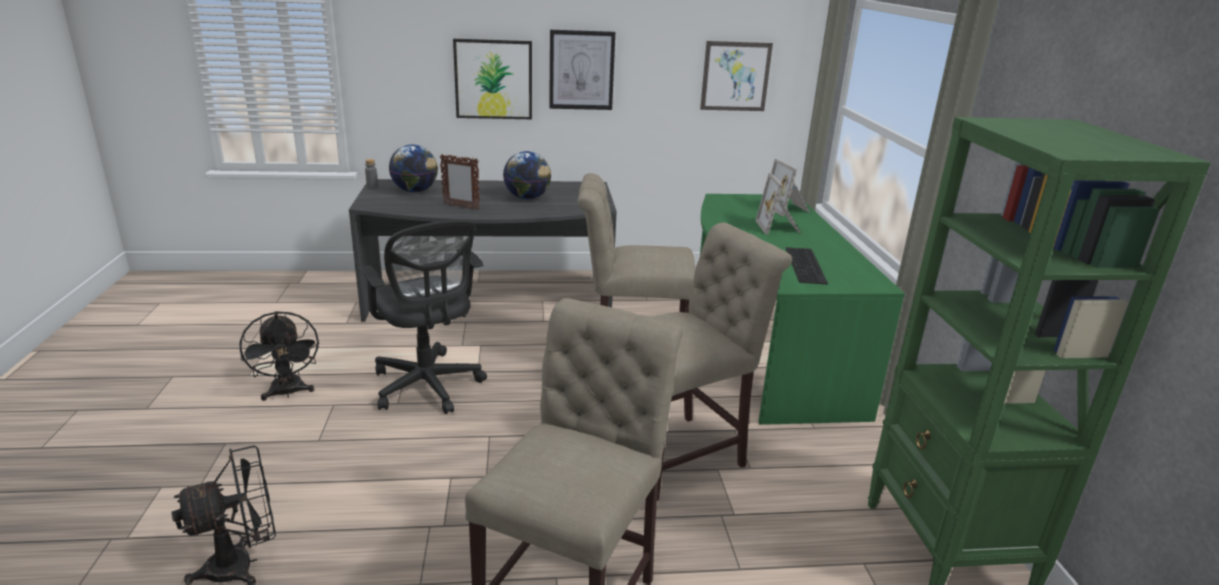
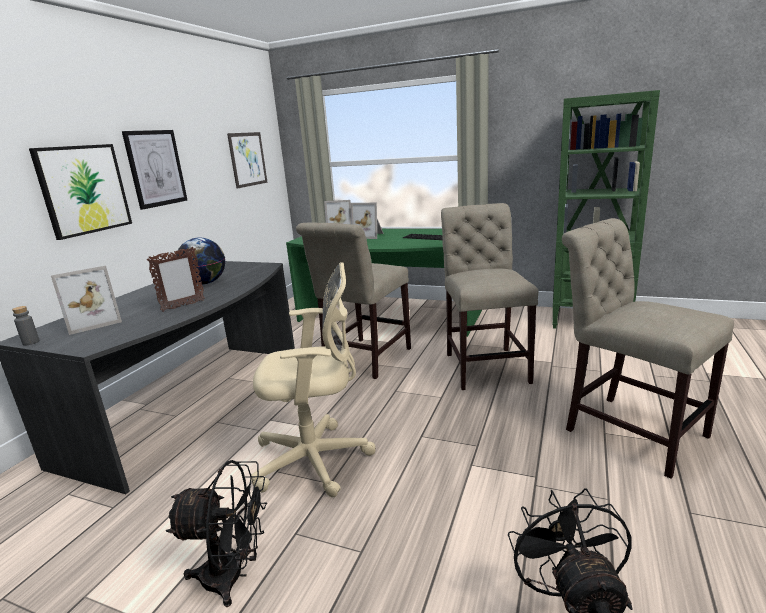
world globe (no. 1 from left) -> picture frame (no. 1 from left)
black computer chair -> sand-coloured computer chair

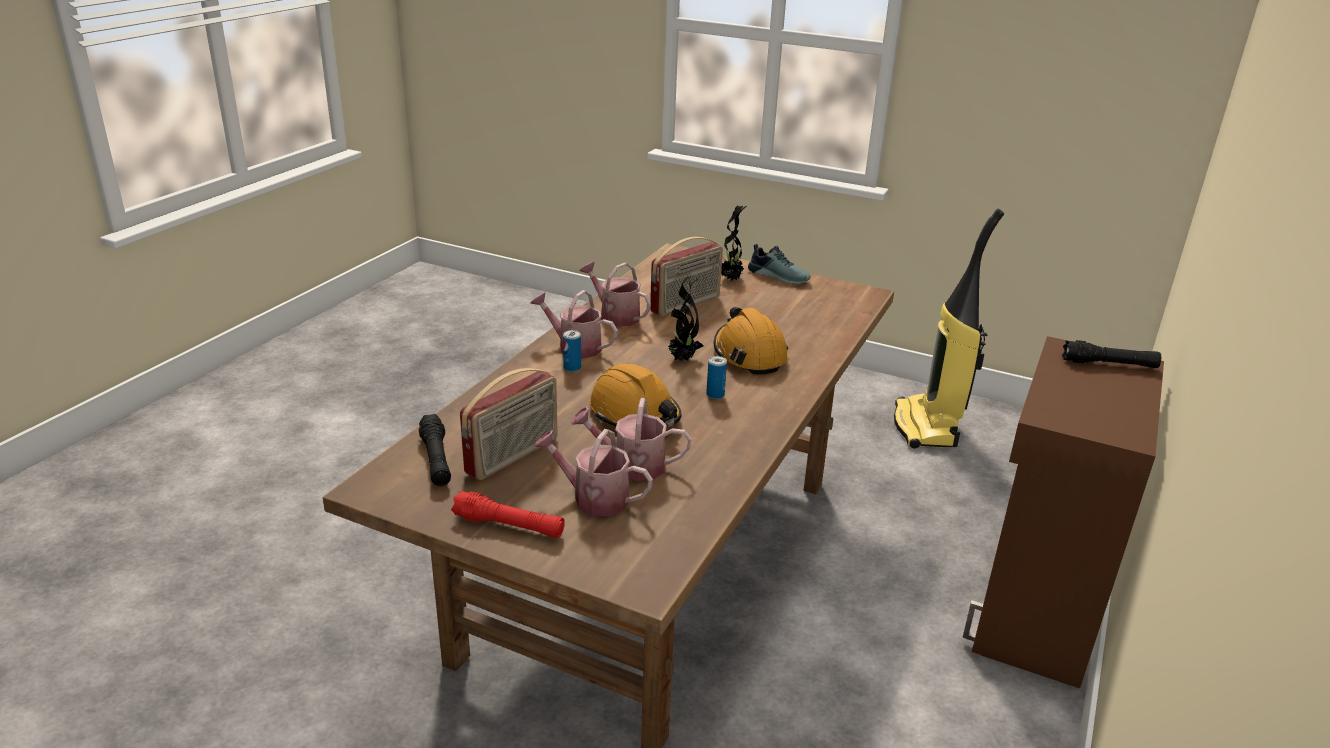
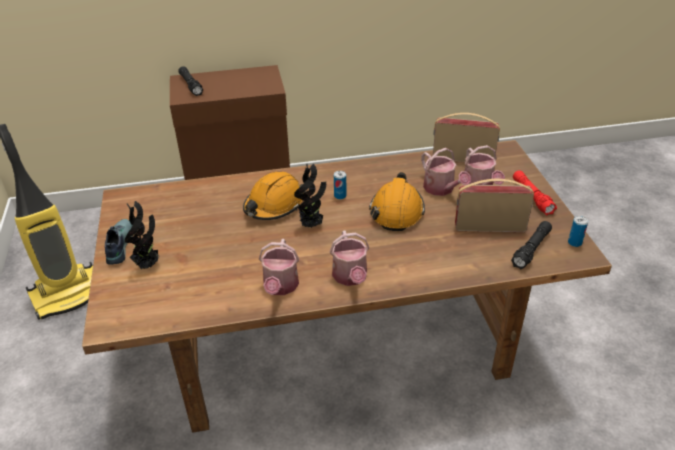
can (no. 1 from left in the first image) -> can (no. 2 from left), shifted
radio receiver (no. 2 from left in the first image) -> radio receiver (no. 1 from left), shifted

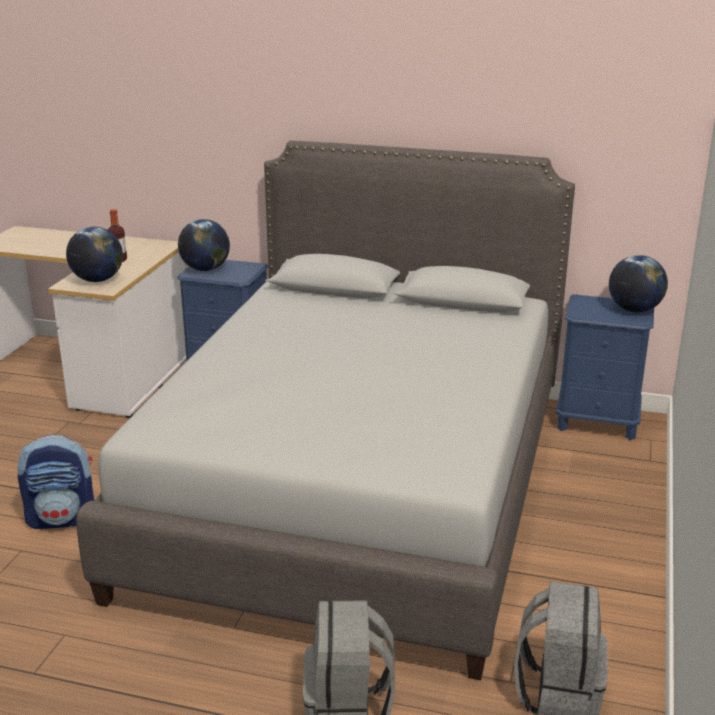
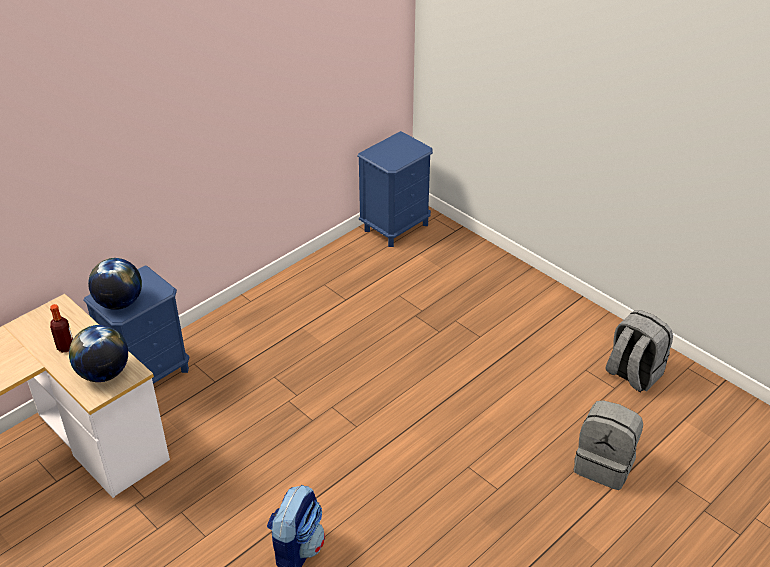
gray sleeping bed -> none
world globe (no. 3 from left) -> none

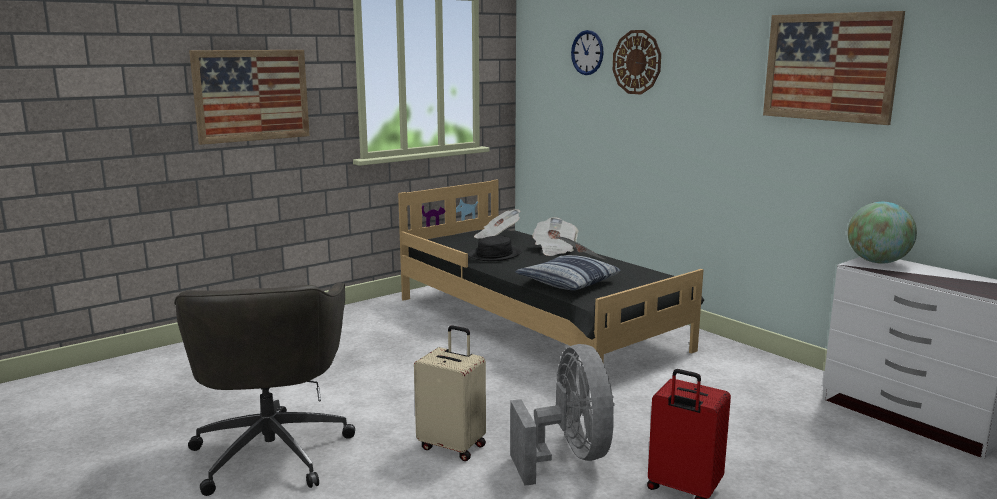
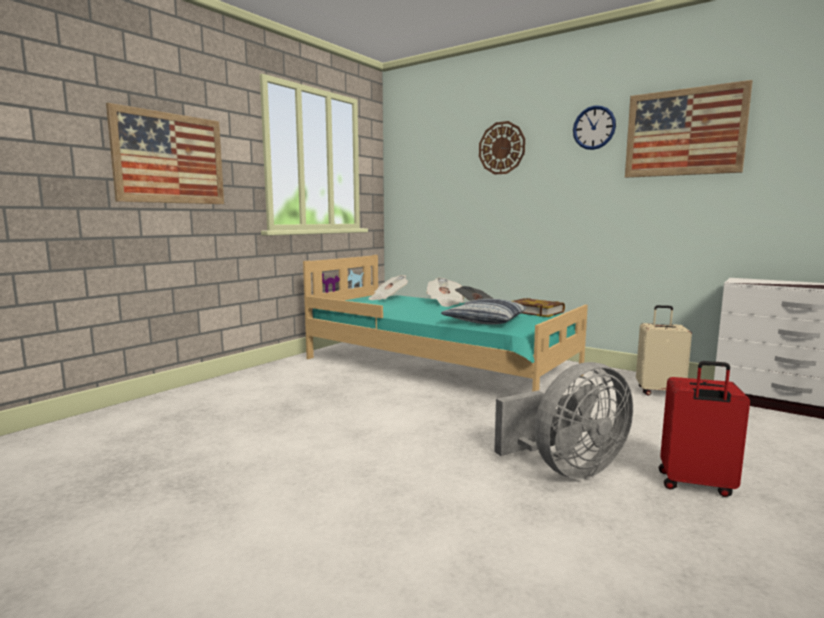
gray computer chair -> none
black wearable hat -> none
world globe -> none
none -> bound book
sand-coloured travel case, shifted
hanging clock (no. 1 from left in the first image) -> hanging clock (no. 2 from left), shifted
black sleeping bed -> blue-green sleeping bed
gray cooling fan, 90 degrees clockwise

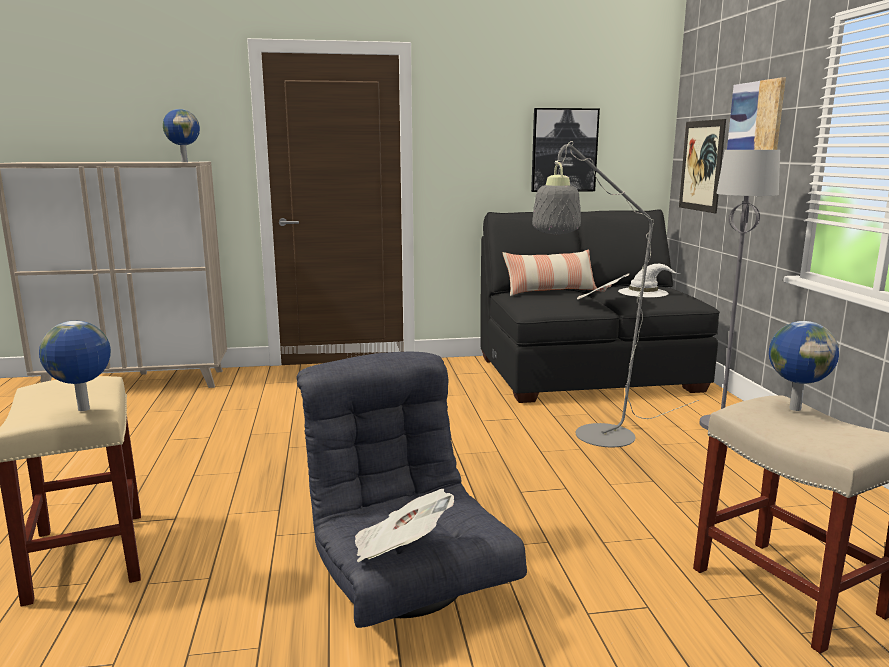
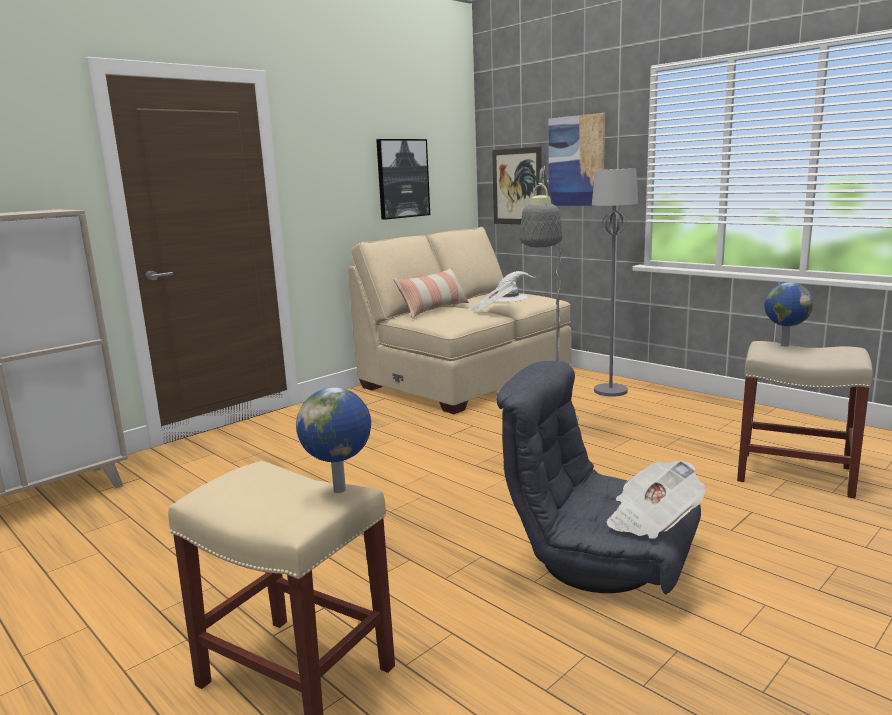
world globe (no. 2 from left) -> none
black sofa -> sand-coloured sofa

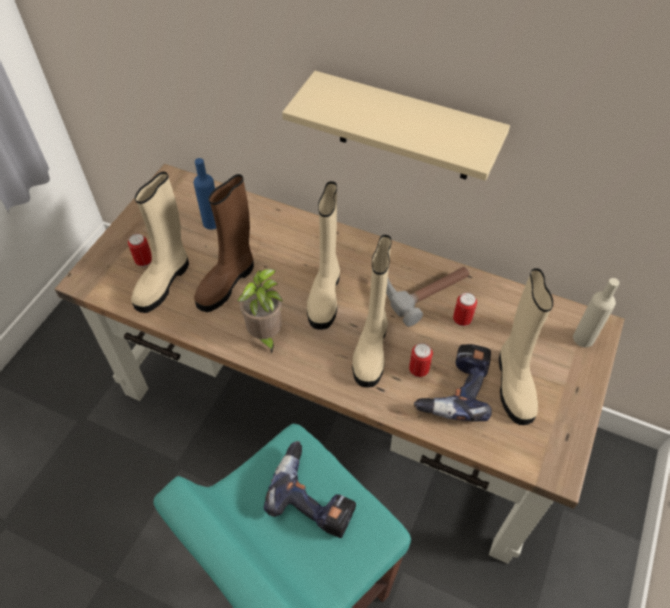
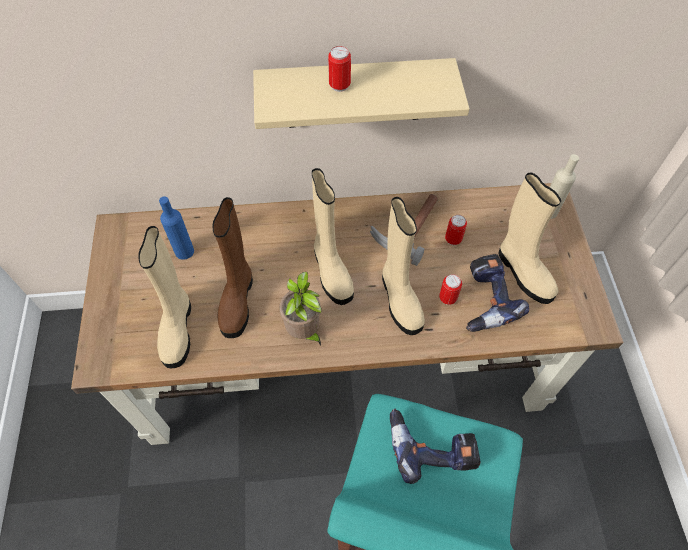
can (no. 1 from left), shifted

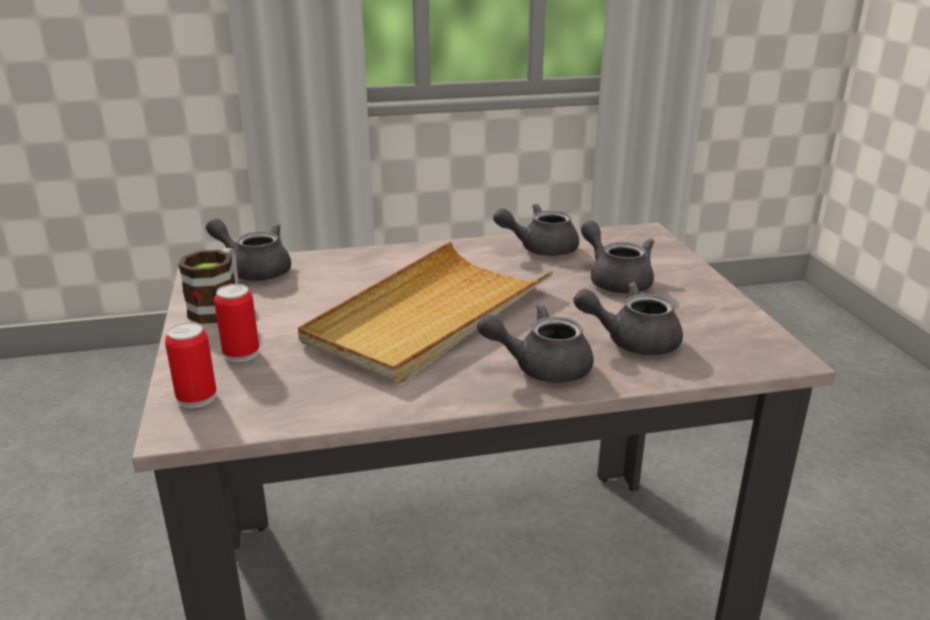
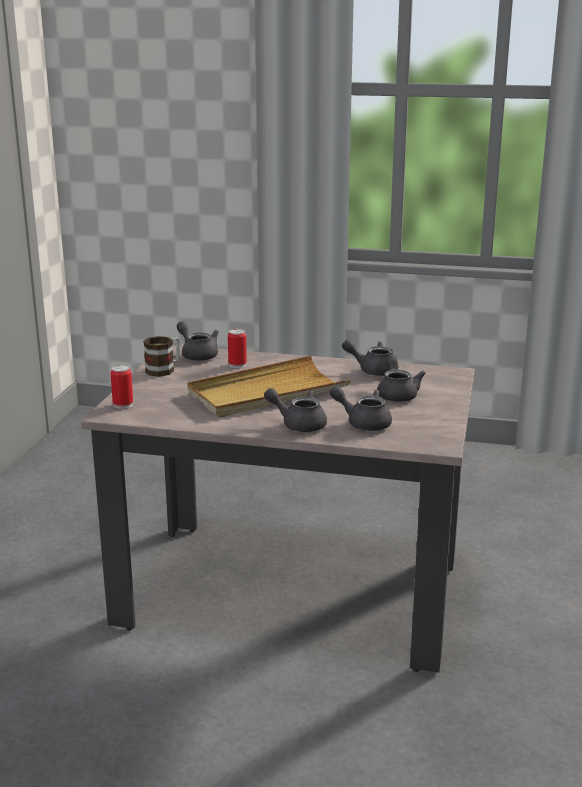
can (no. 2 from left), shifted

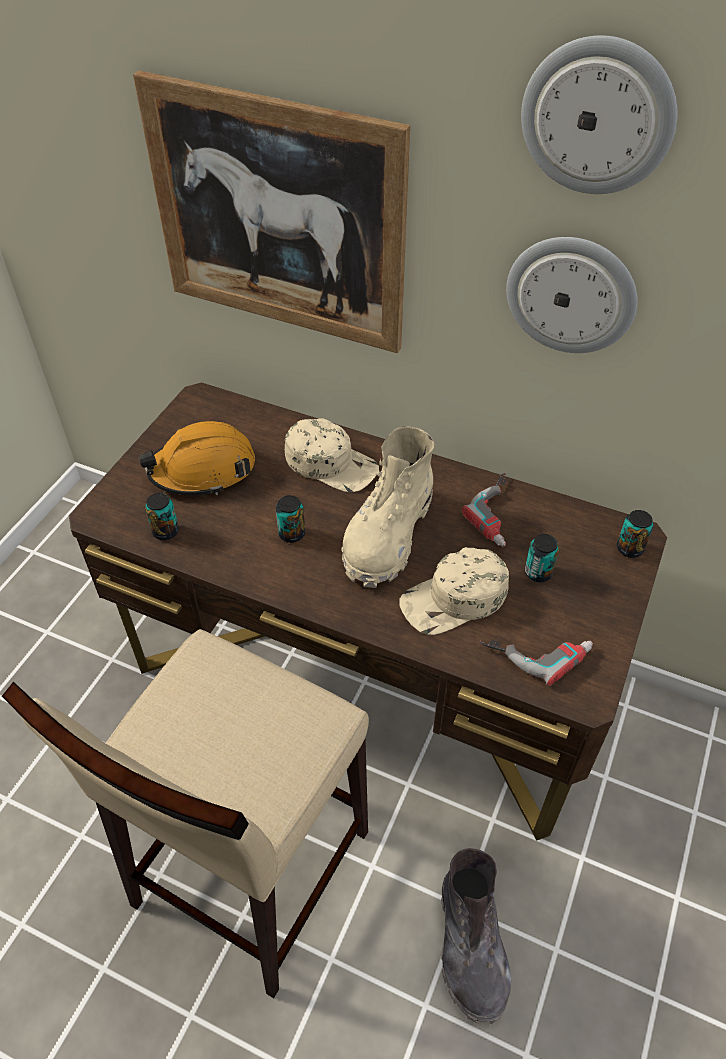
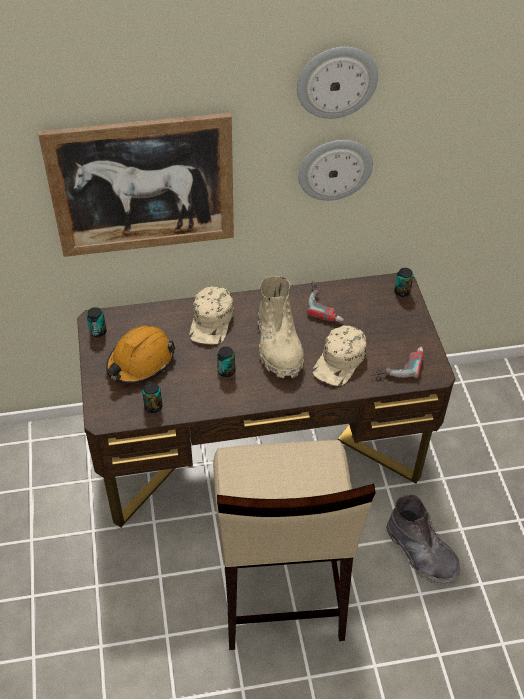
can (no. 3 from left in the first image) -> can (no. 1 from left), shifted
sand-coloured peaked cap (no. 1 from left), 105 degrees clockwise

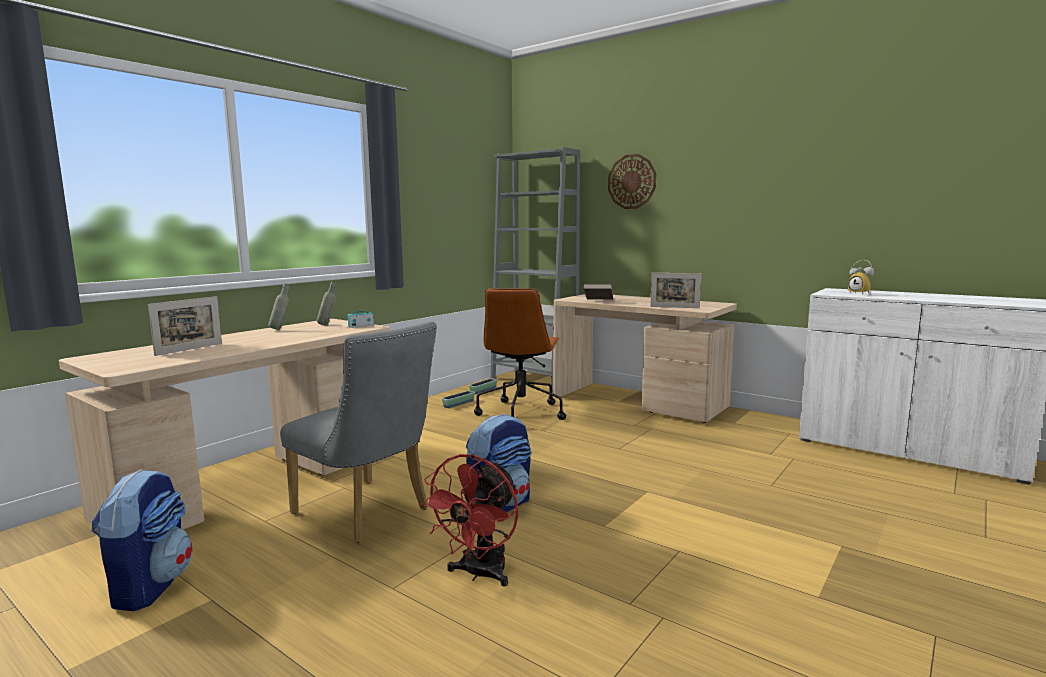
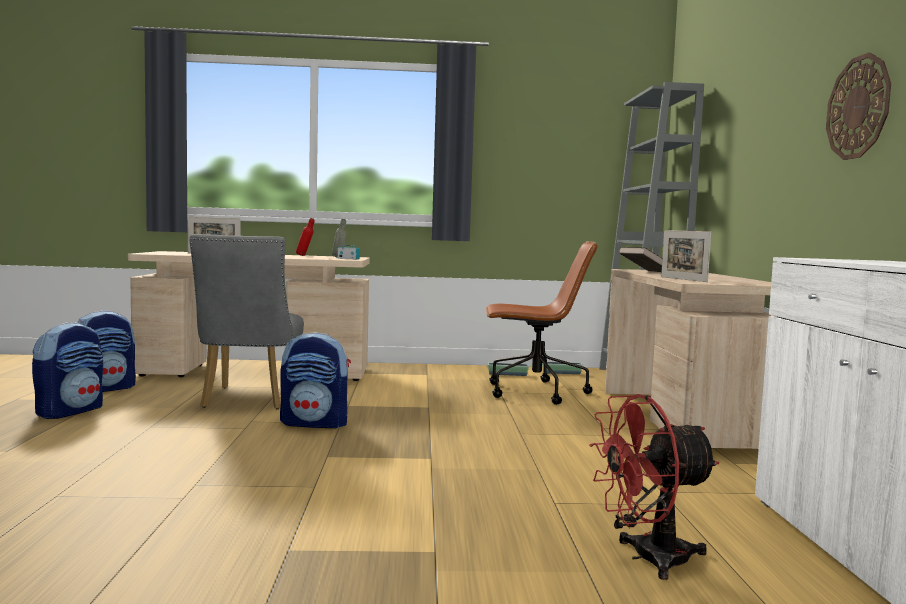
alarm clock -> none
none -> knapsack (no. 1 from left)
reddish cooling fan, shifted
hanging clock, shifted
gray drink bottle (no. 1 from left) -> reddish drink bottle
brownish computer chair, 150 degrees counterclockwise

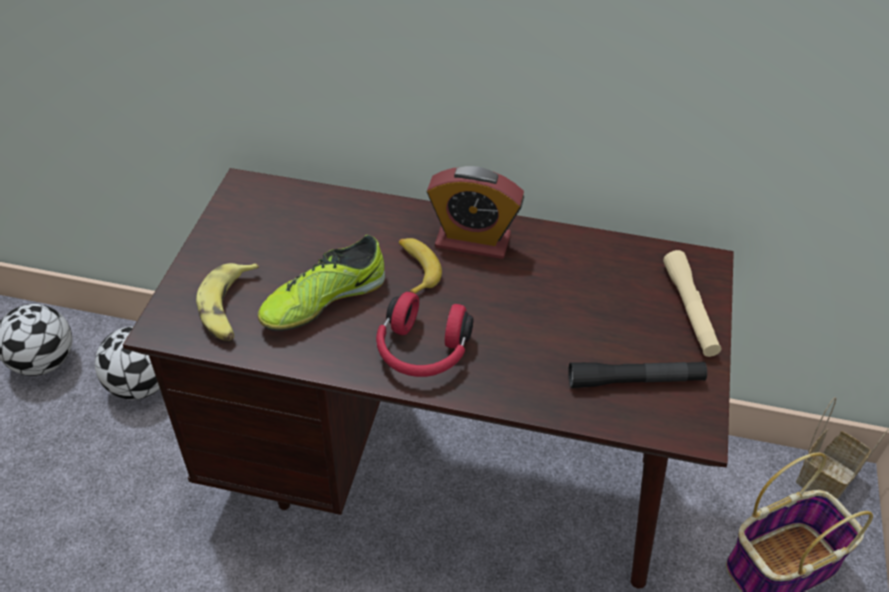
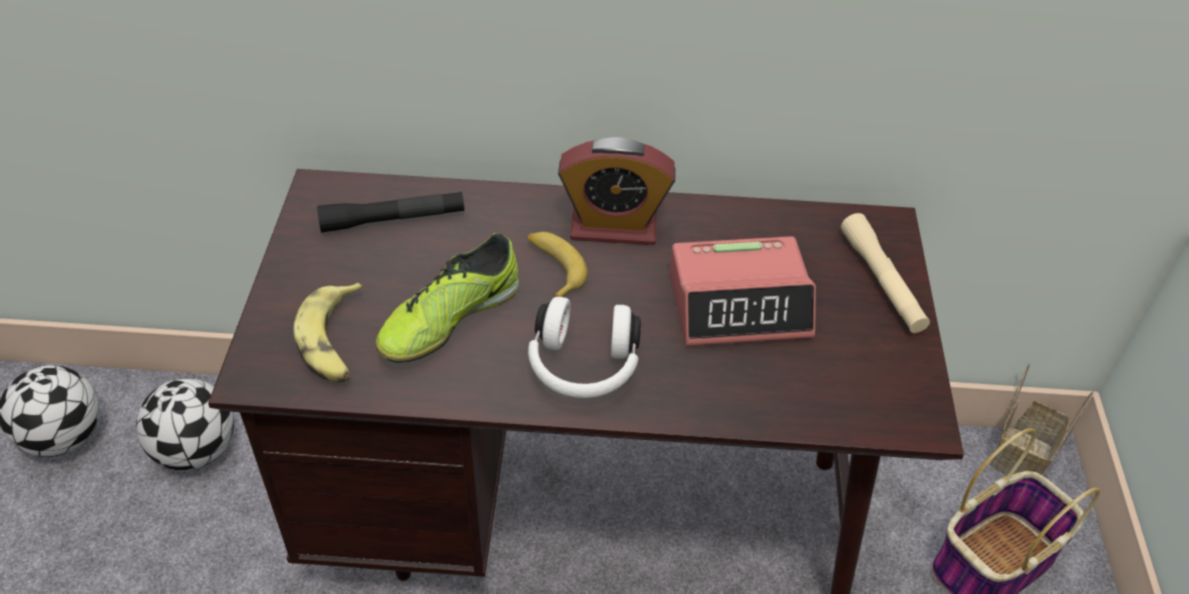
none -> alarm clock (no. 2 from left)
black torch, shifted
reddish pair of headphones -> white-coloured pair of headphones

